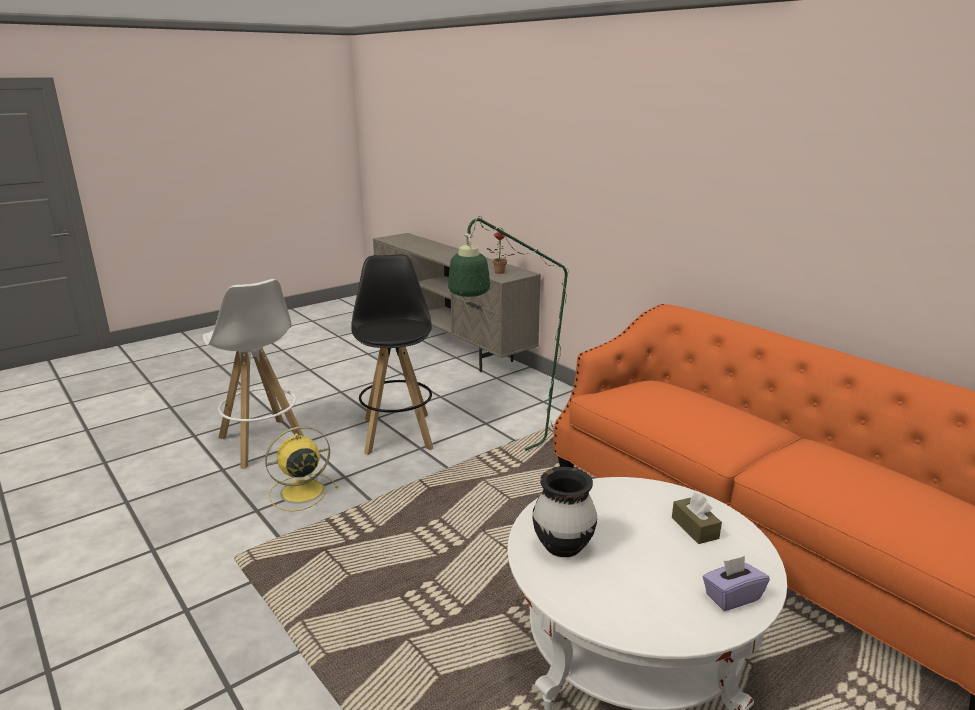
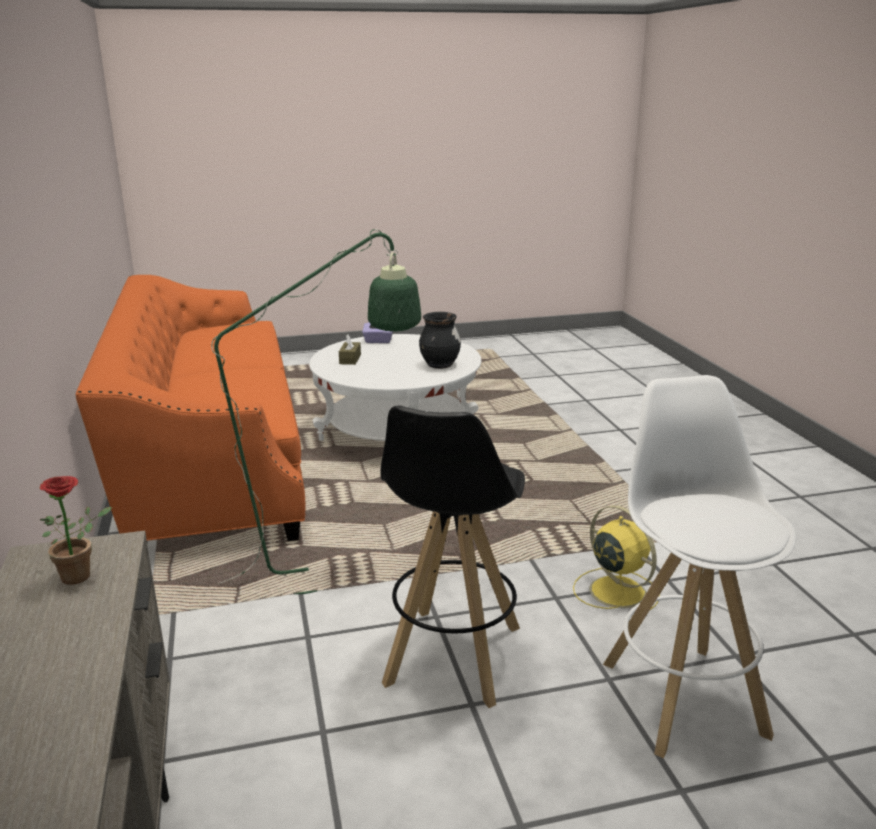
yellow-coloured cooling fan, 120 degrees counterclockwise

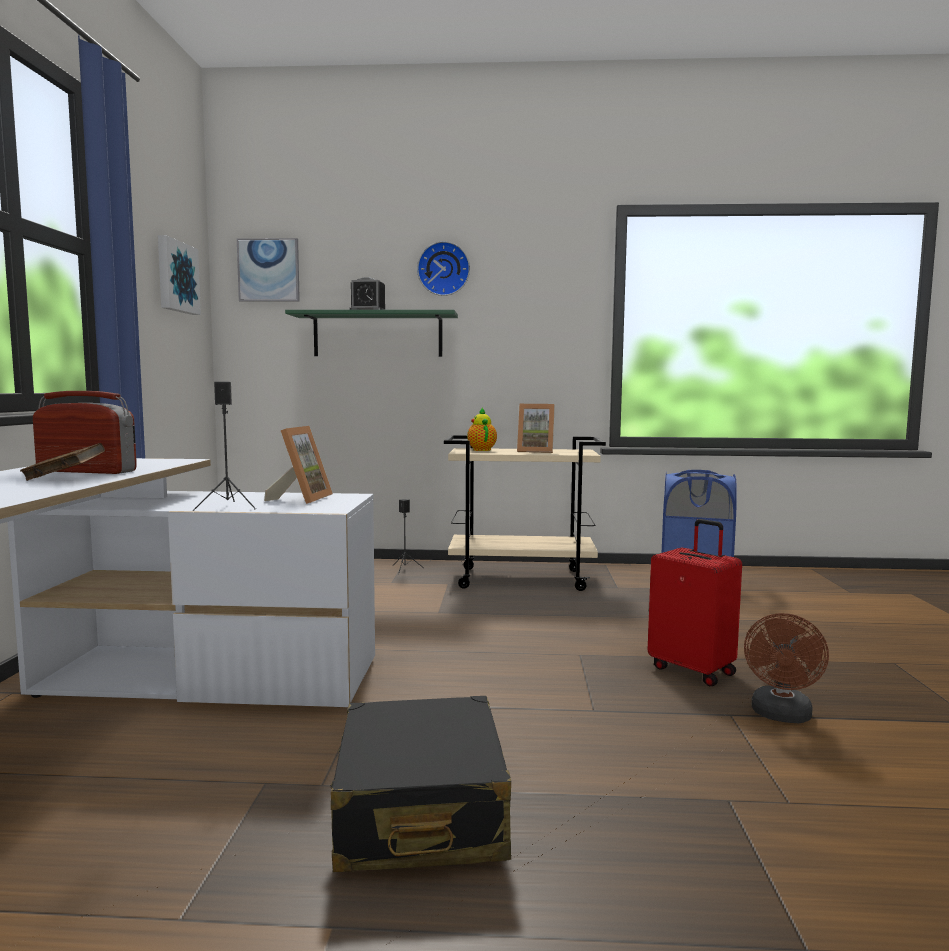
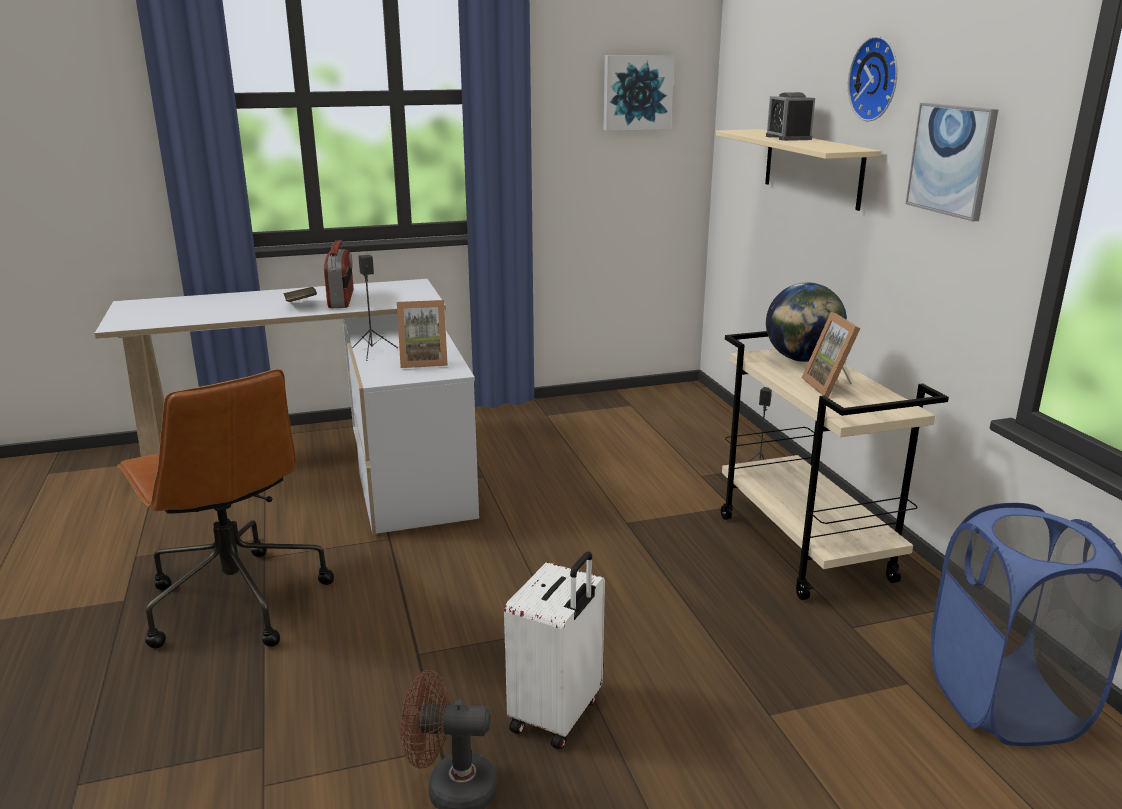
wall picture (no. 2 from left), shifted
black travel case -> brownish computer chair
pot for tea -> world globe
green wall shelf -> sand-coloured wall shelf
reddish travel case -> white-coloured travel case

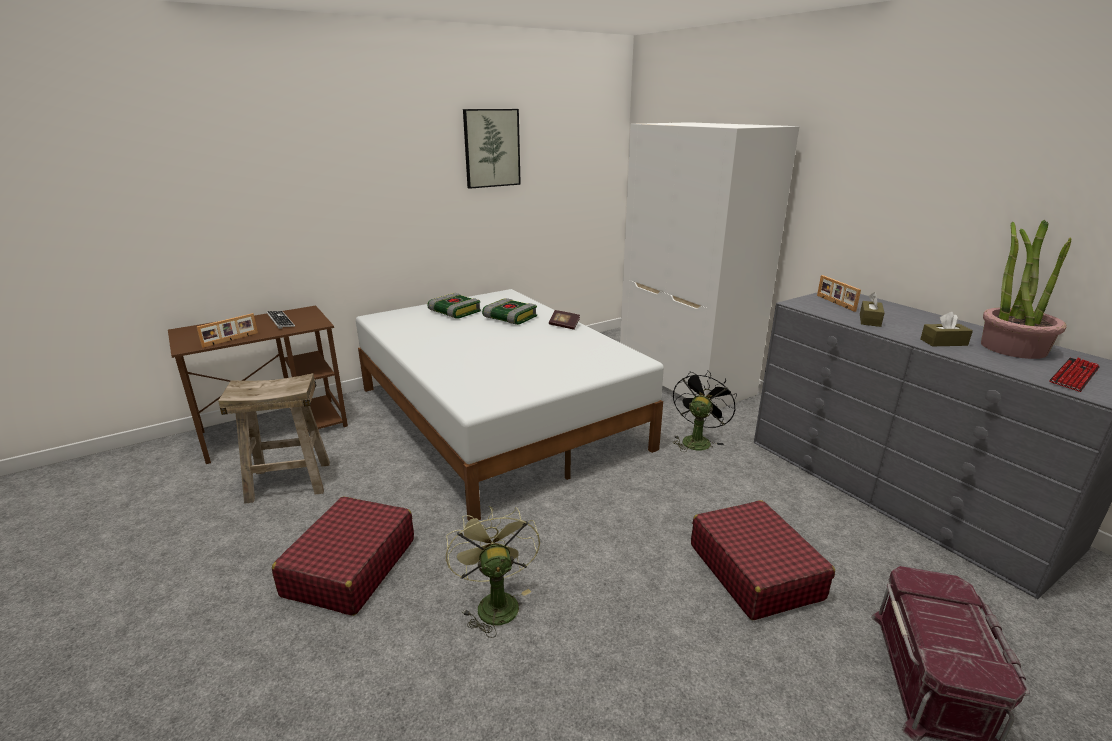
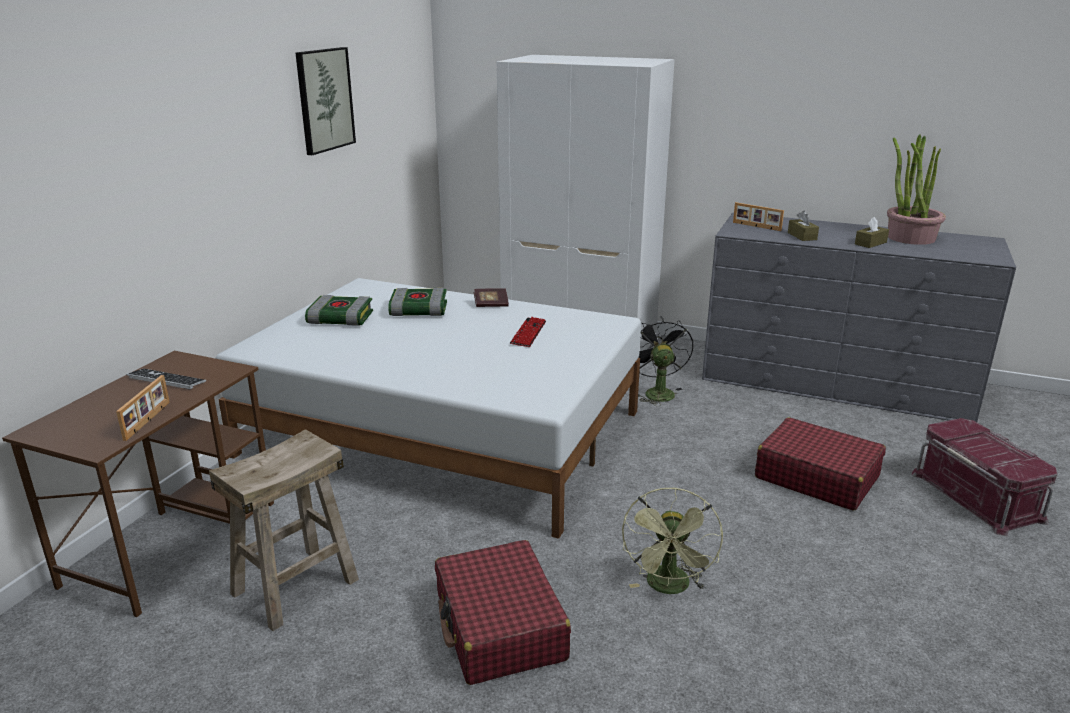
computer keyboard (no. 2 from left), shifted
green cooling fan, 120 degrees counterclockwise

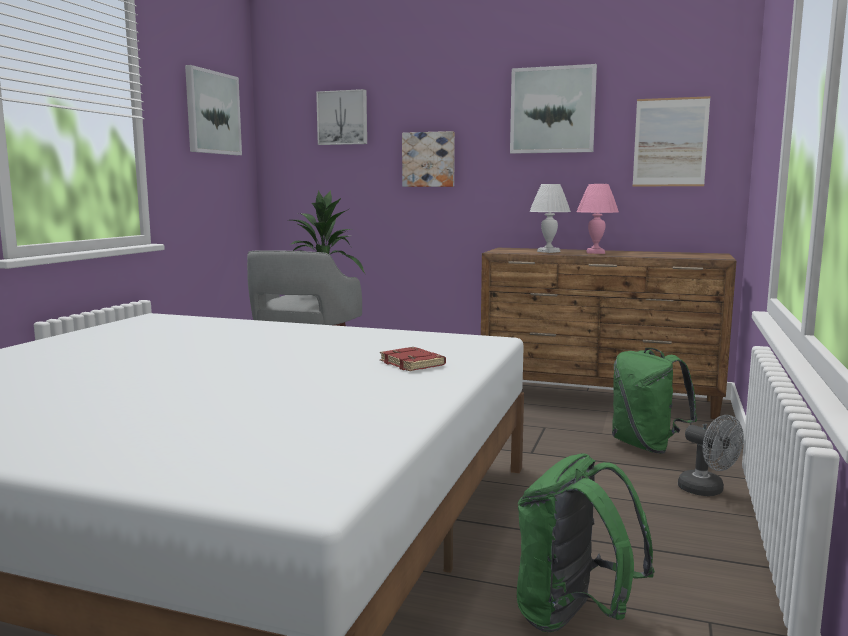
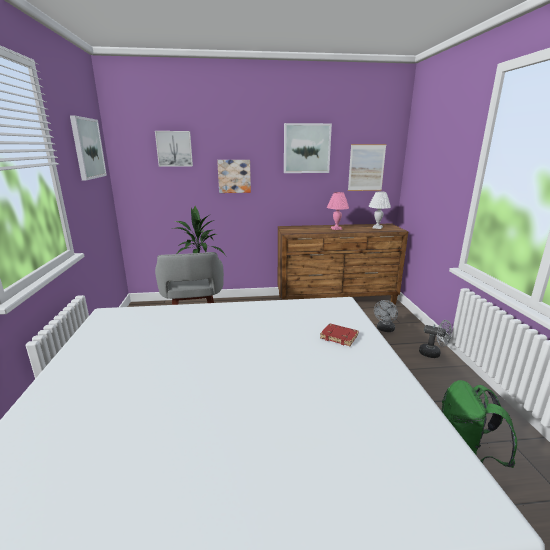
white-coloured lamp for a table, shifted
green knapsack (no. 2 from left) -> gray cooling fan (no. 1 from left)

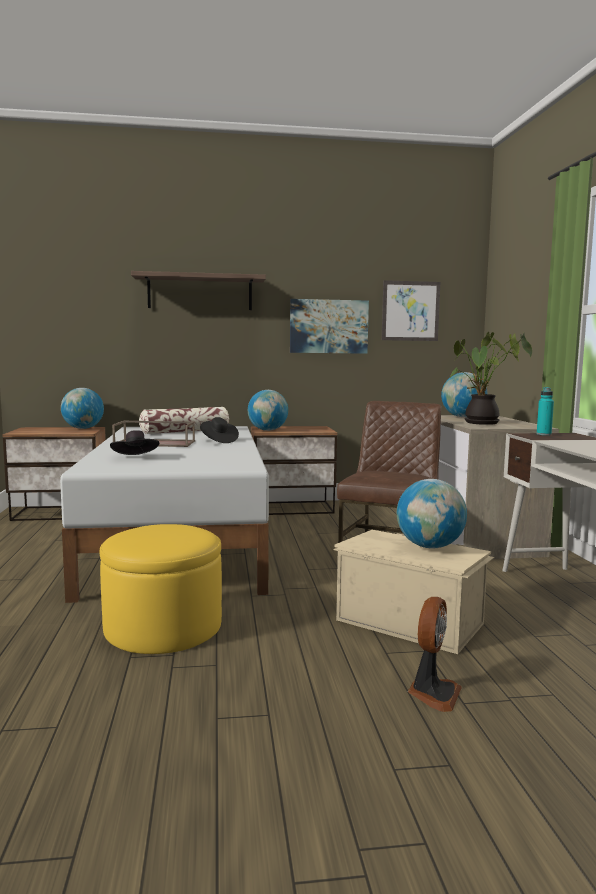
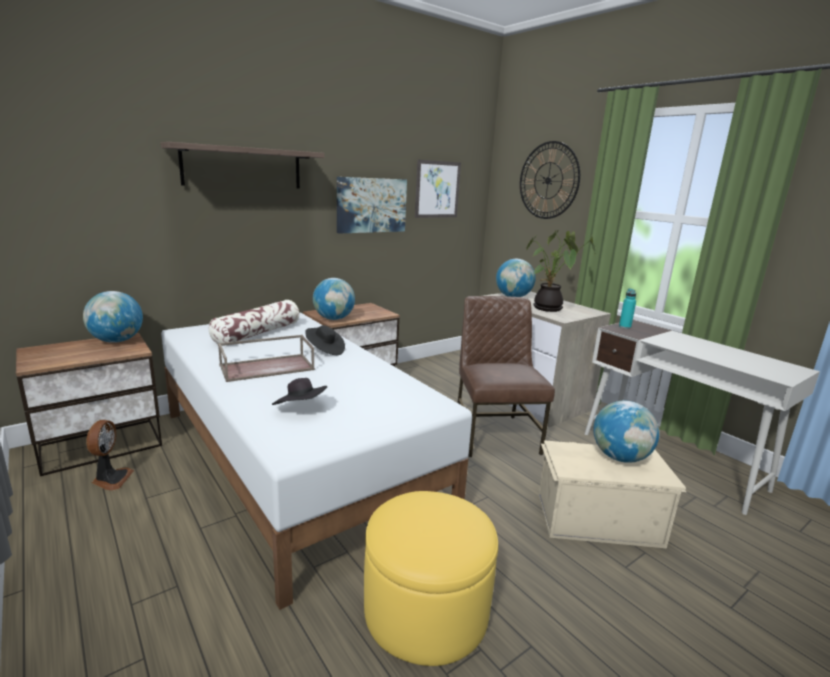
none -> hanging clock
cooling fan, shifted

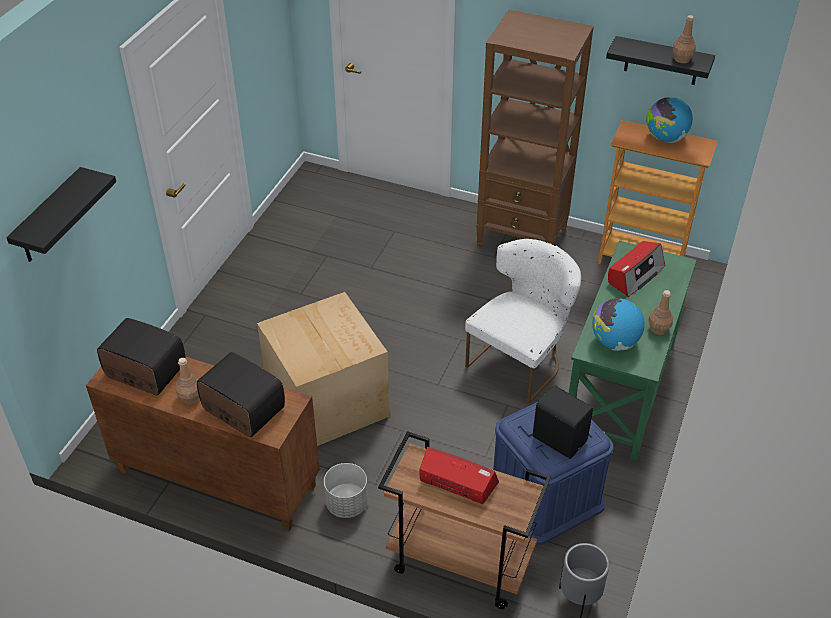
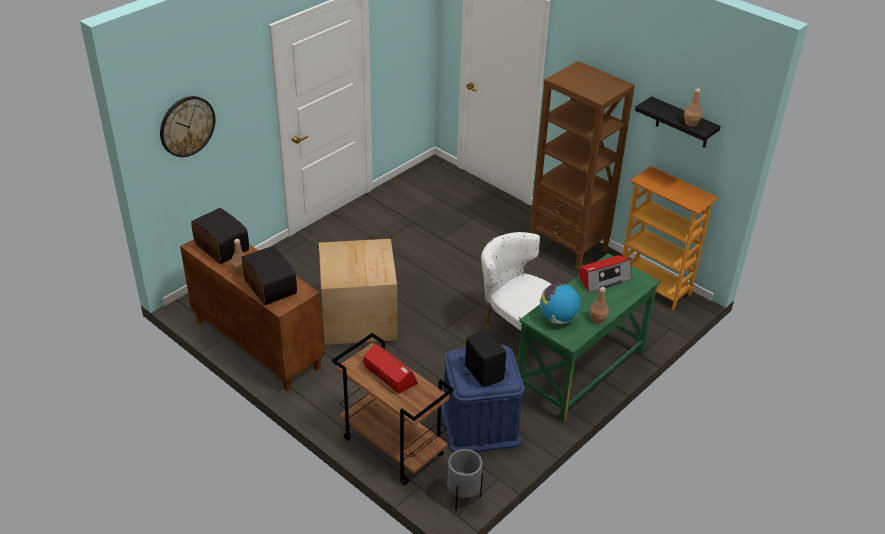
gray flower pot (no. 1 from left) -> none
world globe (no. 2 from left) -> none
black wall shelf (no. 1 from left) -> hanging clock
white-coloured chair, 105 degrees counterclockwise

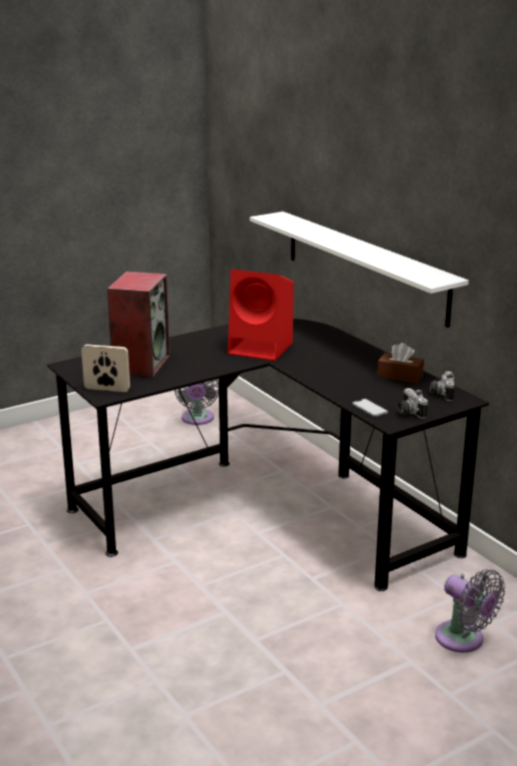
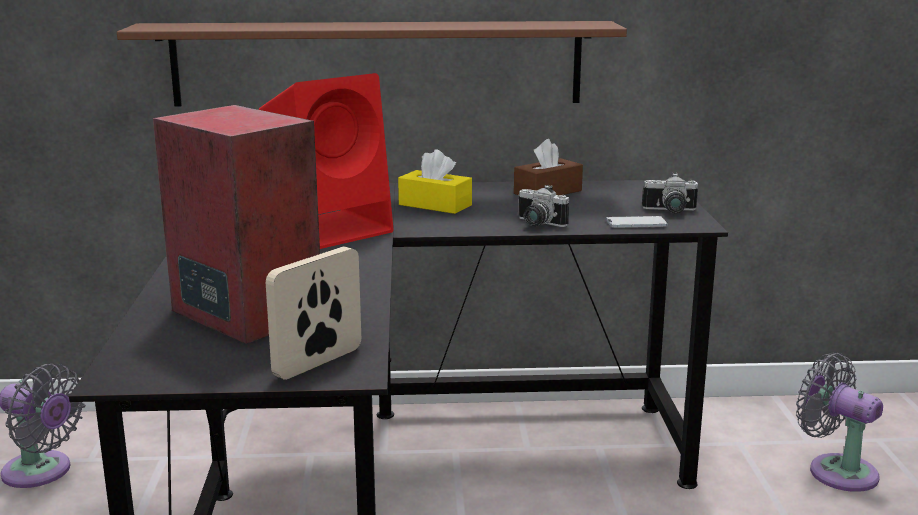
none -> yellow-coloured box of tissues
still camera (no. 2 from left in the first image) -> still camera (no. 1 from left), shifted
white-coloured wall shelf -> brownish wall shelf
gray cooling fan (no. 2 from left), 120 degrees counterclockwise

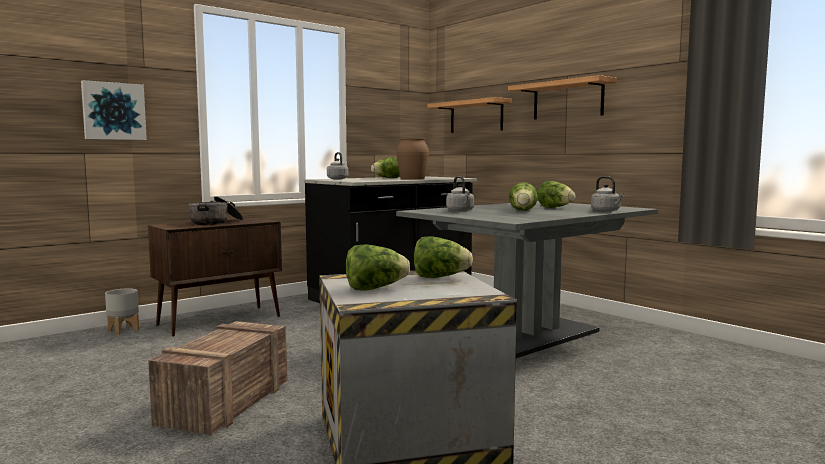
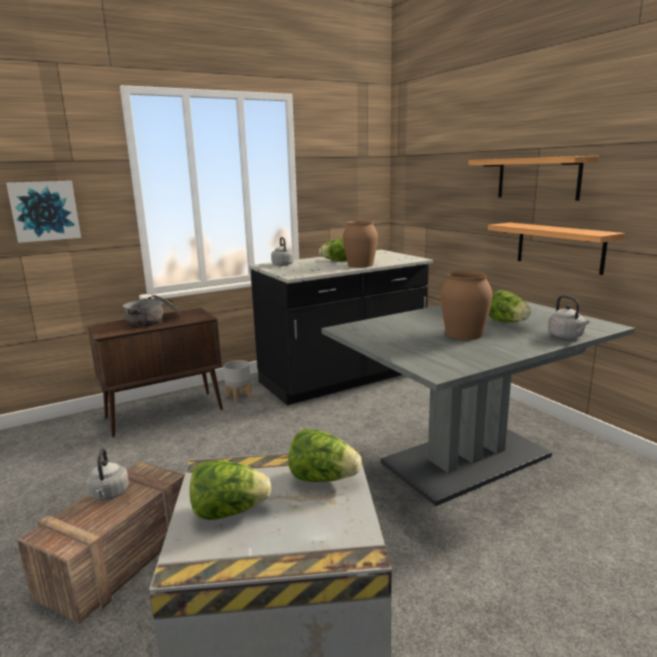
gray flower pot, shifted
wall shelf (no. 1 from left in the first image) -> wall shelf (no. 2 from left), shifted
gray water kettle (no. 2 from left in the first image) -> gray water kettle (no. 1 from left), shifted
lettuce (no. 4 from left) -> brownish decorative vase (no. 2 from left)

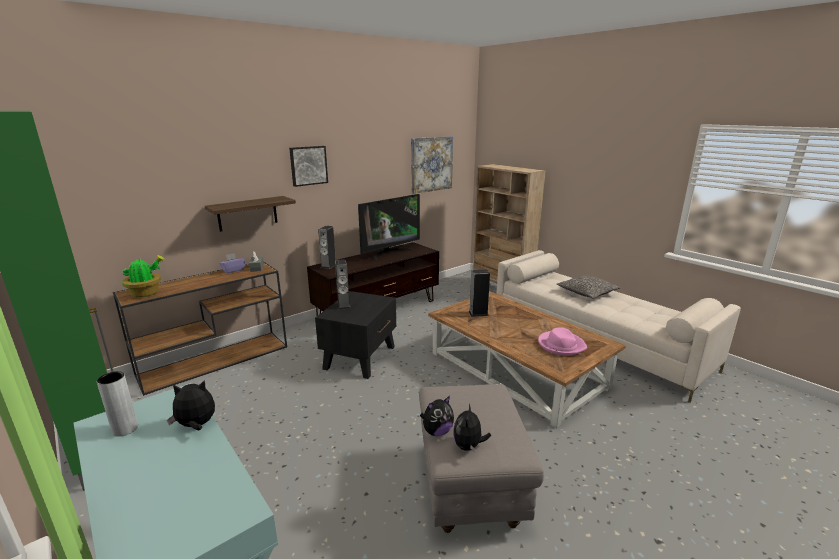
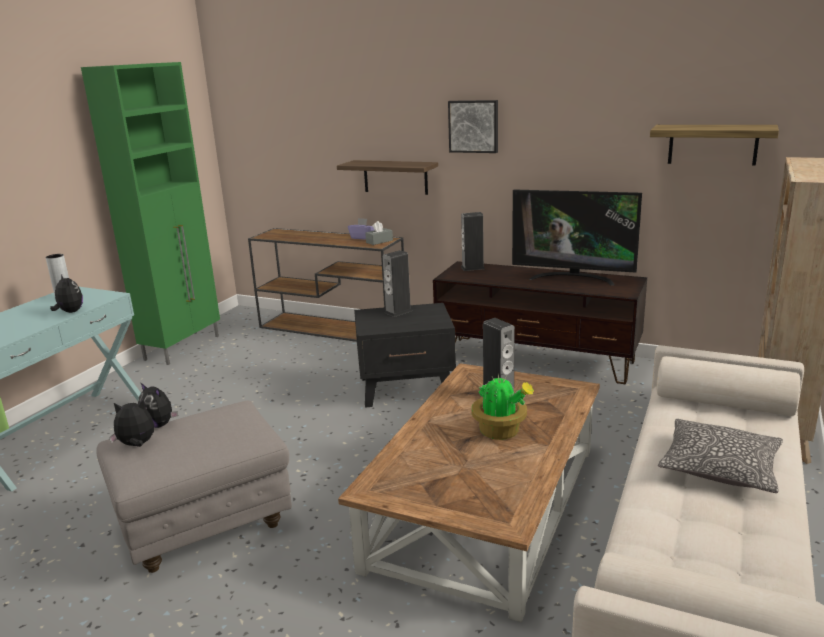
pink-coloured wearable hat -> none
potted plant, shifted
wall picture (no. 2 from left) -> wall shelf (no. 2 from left)

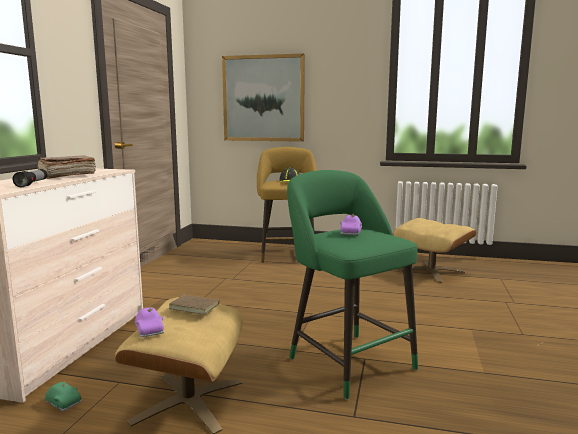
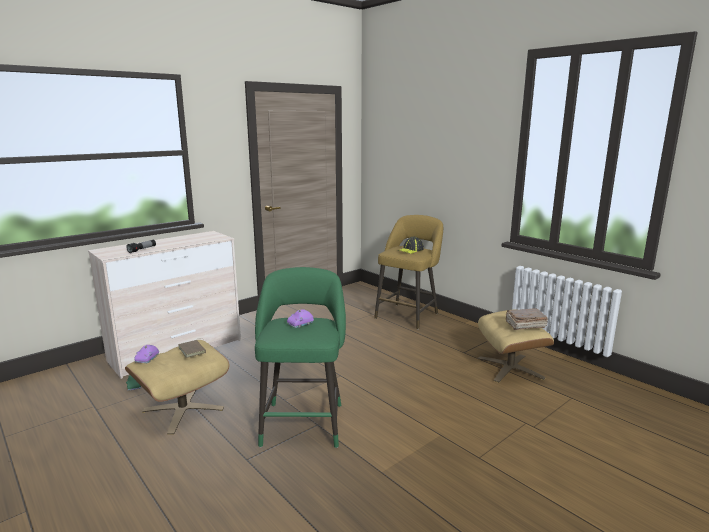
wall picture -> none
brownish bound book (no. 1 from left in the first image) -> brownish bound book (no. 2 from left), shifted

